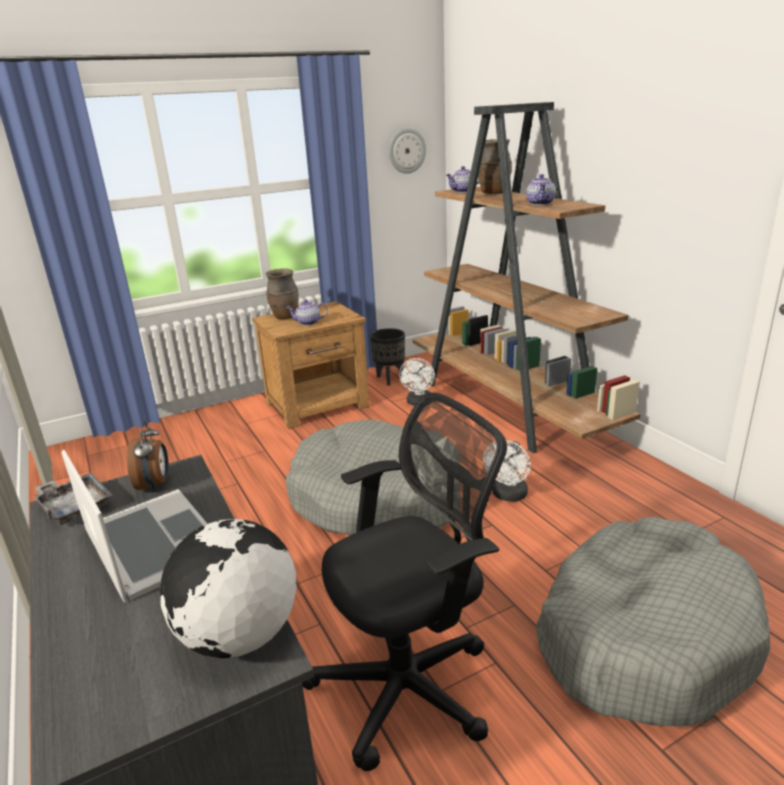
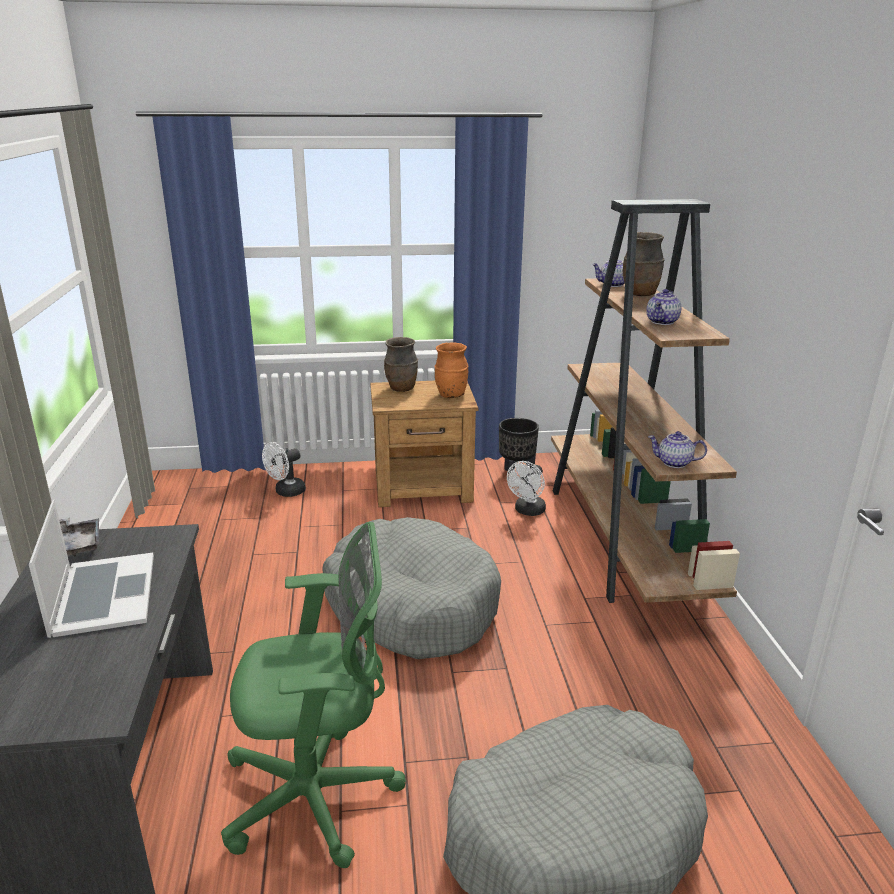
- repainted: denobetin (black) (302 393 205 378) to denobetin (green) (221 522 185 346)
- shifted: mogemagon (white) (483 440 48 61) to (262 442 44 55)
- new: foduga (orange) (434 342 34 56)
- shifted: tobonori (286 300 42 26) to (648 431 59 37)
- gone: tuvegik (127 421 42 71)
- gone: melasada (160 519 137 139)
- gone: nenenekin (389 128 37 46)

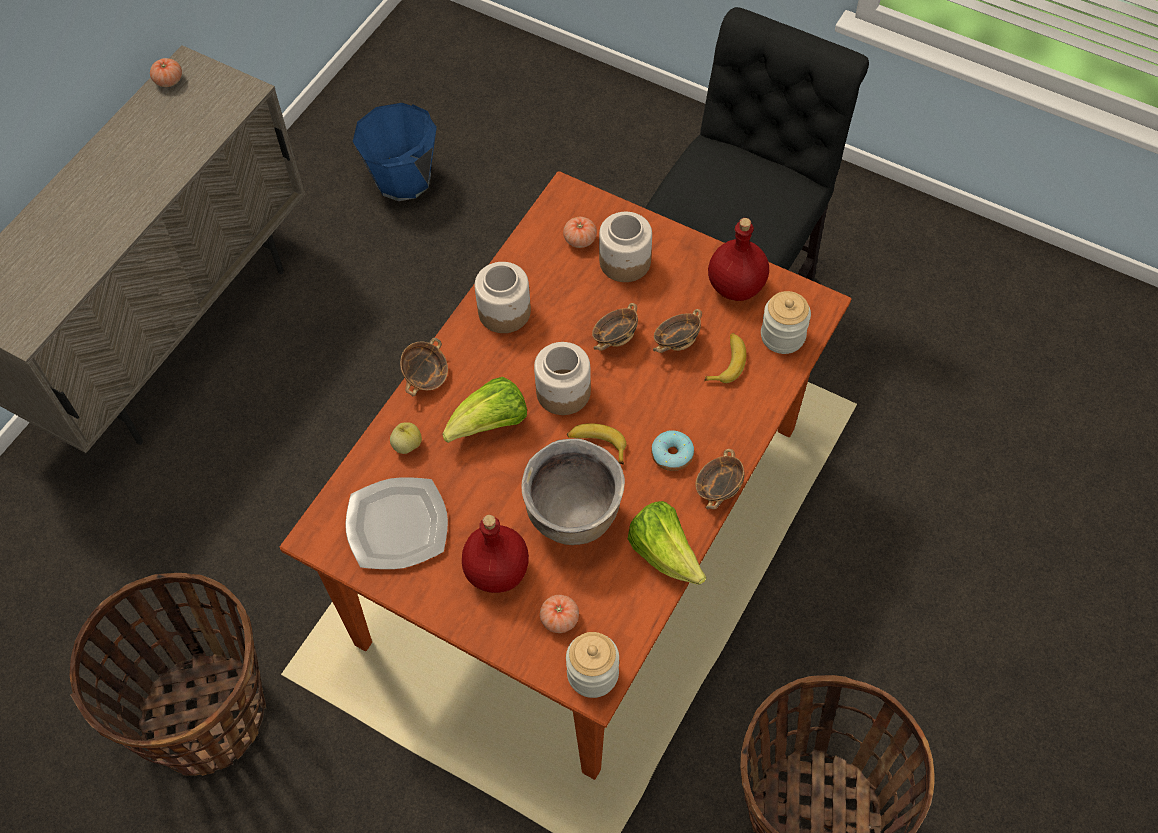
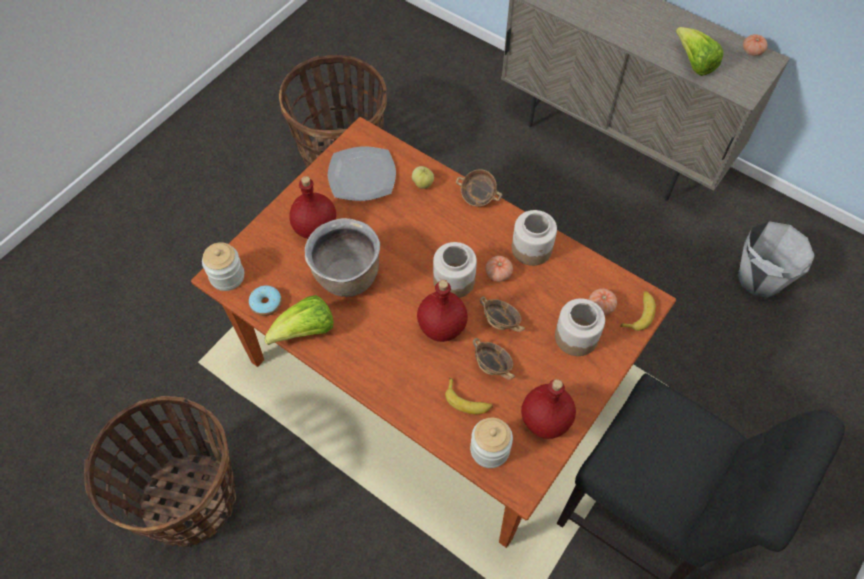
- shifted: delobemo (651 430 43 41) to (249 285 33 31)
- new: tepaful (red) (417 280 51 62)
- shifted: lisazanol (540 595 39 38) to (485 256 28 26)
- shifted: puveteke (567 423 60 41) to (620 291 36 40)
- shifted: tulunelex (443 377 84 66) to (676 27 48 49)
- repainted: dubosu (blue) (353 103 84 98) to dubosu (grey) (738 221 77 77)
- gone: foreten (696 449 48 60)

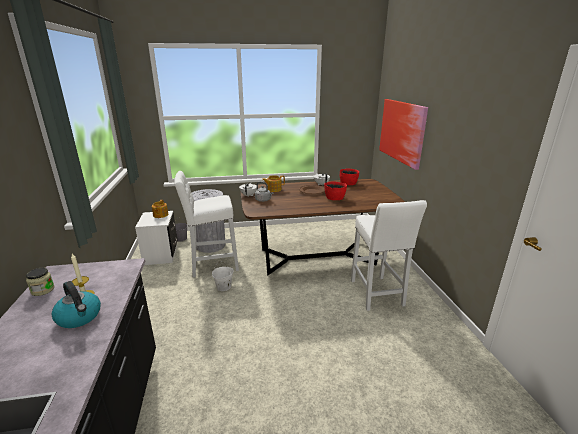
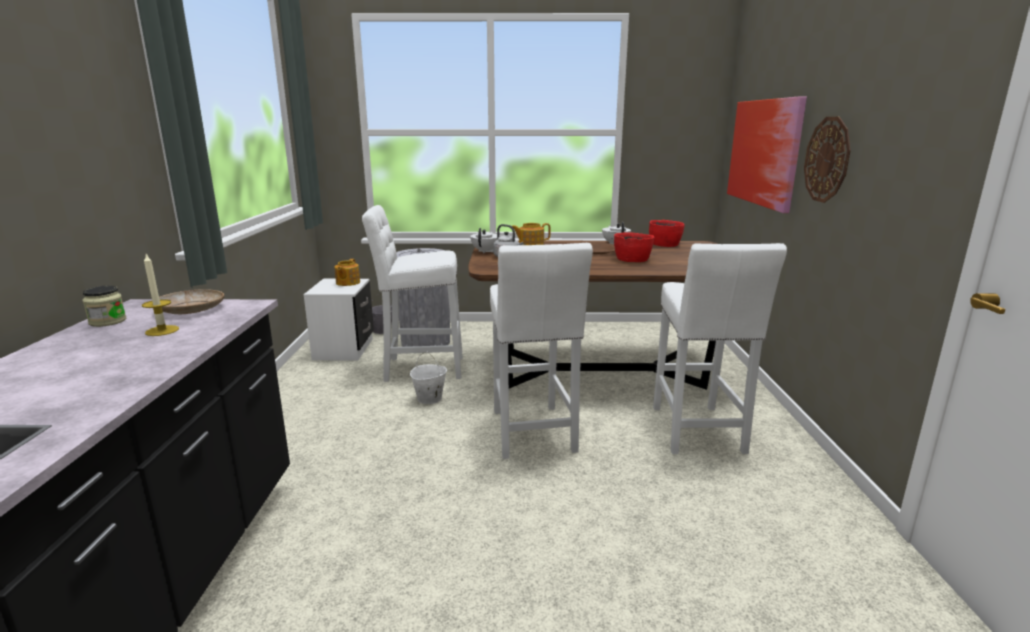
- new: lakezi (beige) (159 289 65 25)
- new: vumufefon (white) (490 243 103 216)
- new: nenenekin (804 117 47 86)
- gone: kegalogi (52 281 49 47)

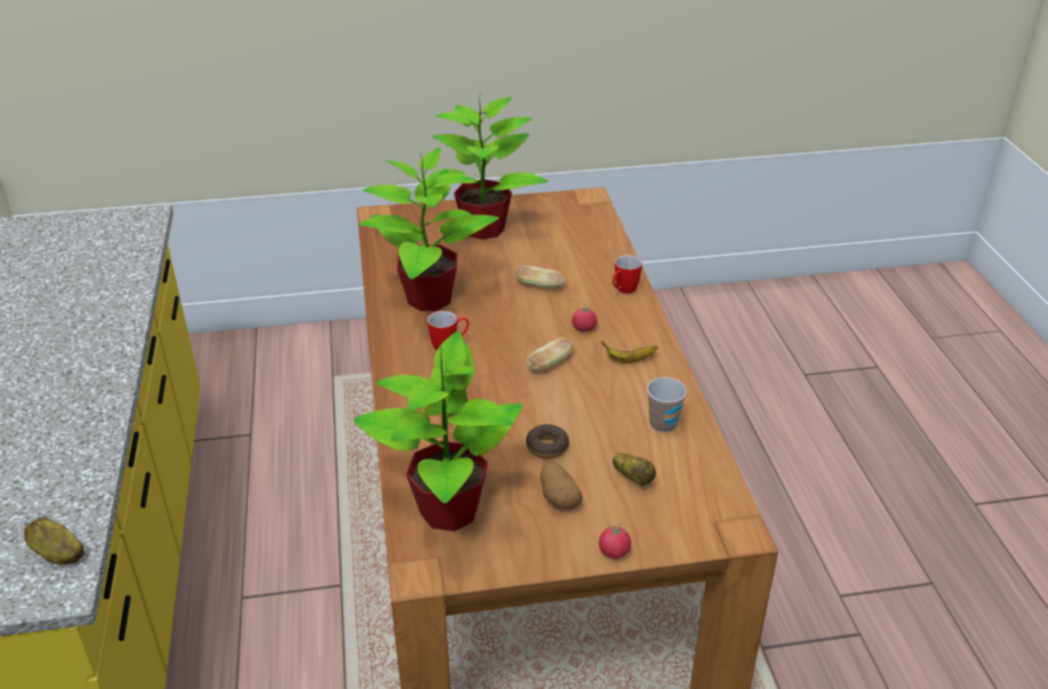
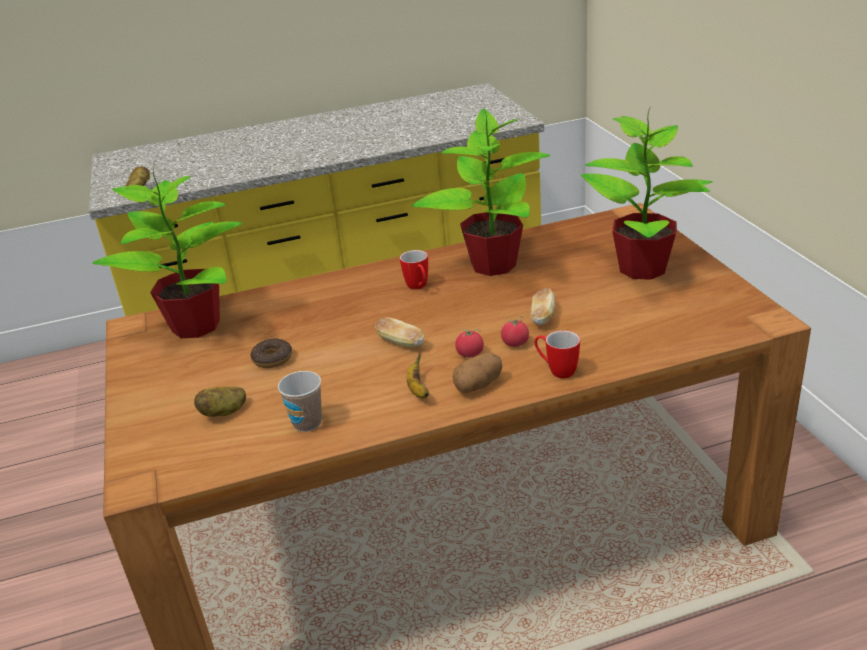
- shifted: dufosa (540 462 42 47) to (453 353 49 40)
- shifted: lisazanol (599 523 32 36) to (501 316 28 31)

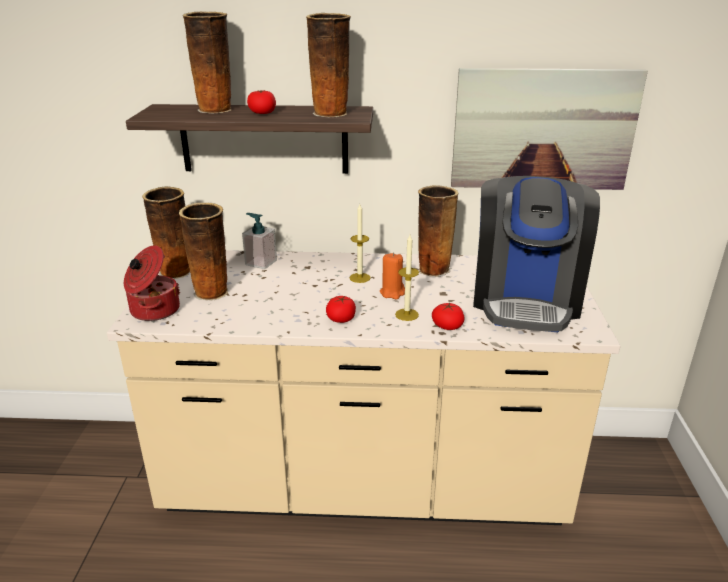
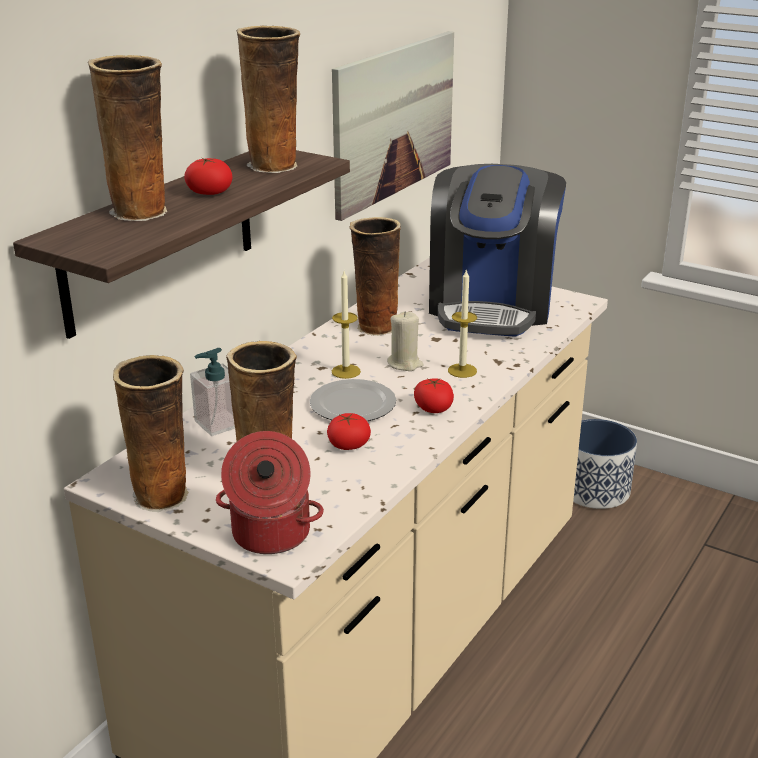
- new: lakezi (310 379 86 42)
- shifted: lisazanol (432 302 33 28) to (327 413 44 37)
- repainted: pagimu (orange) (380 252 25 47) to pagimu (beige) (387 311 37 60)
- rotated: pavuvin (473 176 127 156) = (429 164 137 173) 60 degrees clockwise
- new: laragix (573 419 64 90)

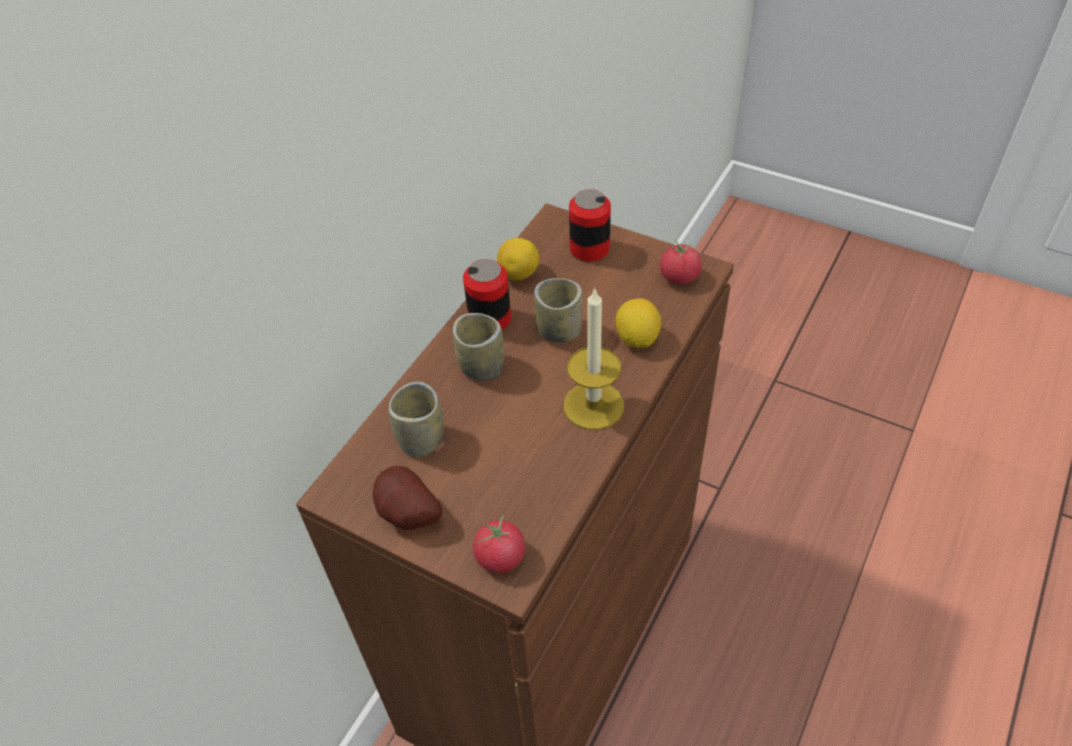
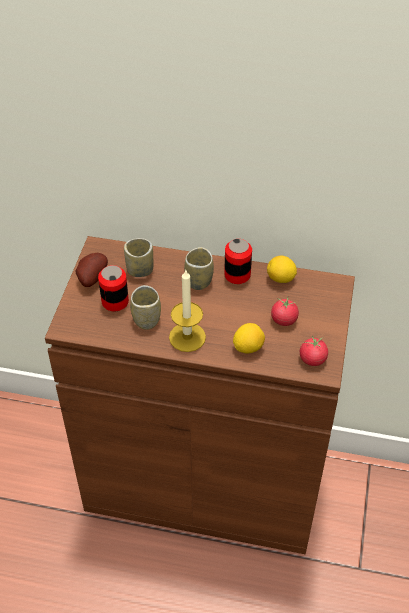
- shifted: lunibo (569 189 42 73) to (98 265 31 47)
- shifted: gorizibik (534 278 49 65) to (130 285 31 45)
- shifted: lisazanol (473 516 52 57) to (271 296 28 30)

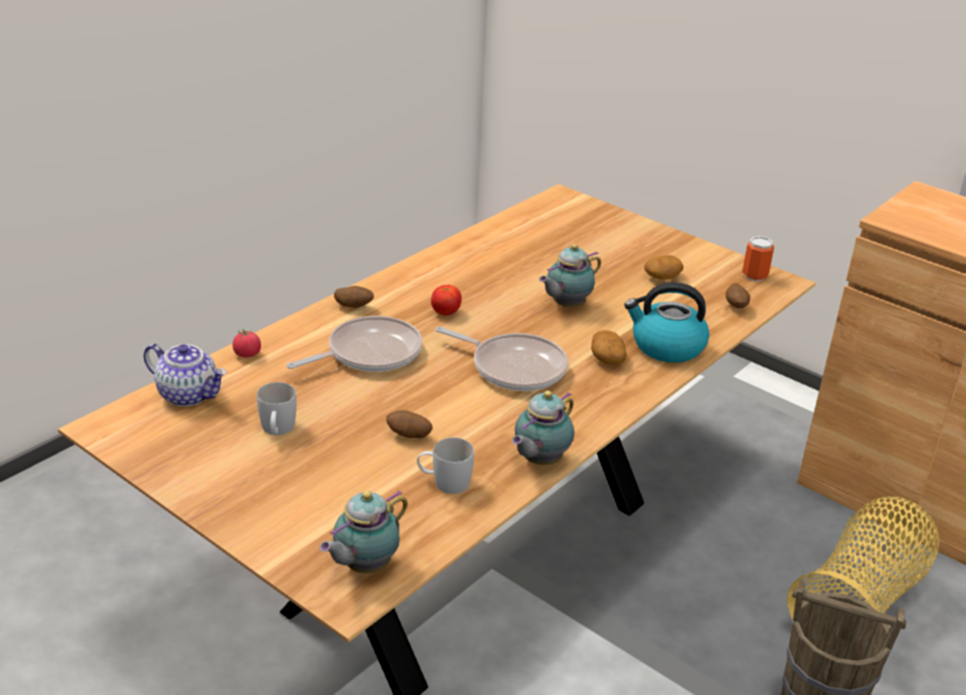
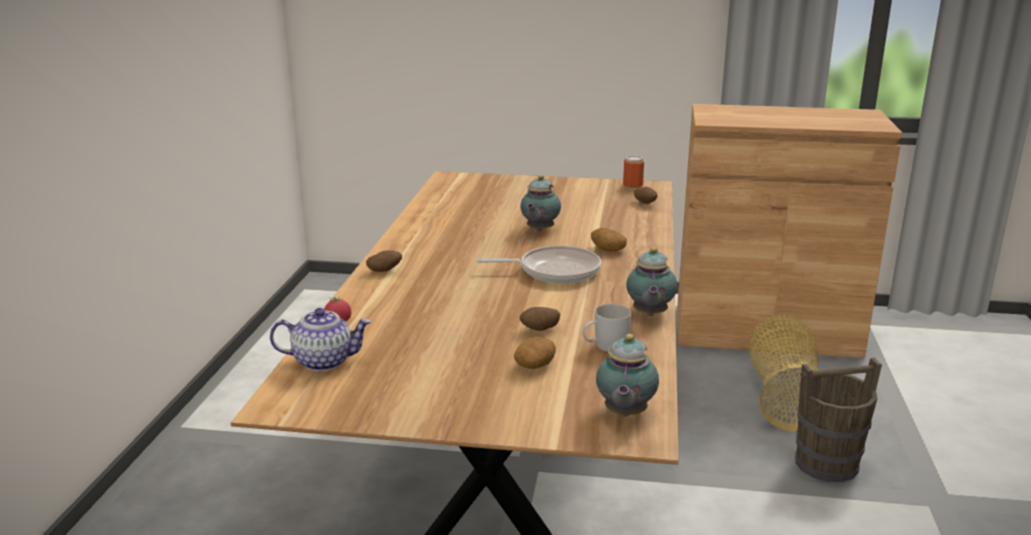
- shifted: dufosa (644 255 39 25) to (514 337 42 32)
- gone: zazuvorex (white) (257 382 40 53)
- gone: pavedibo (286 316 136 56)
- gone: lisazanol (431 285 31 31)
- gone: kegalogi (624 282 85 81)

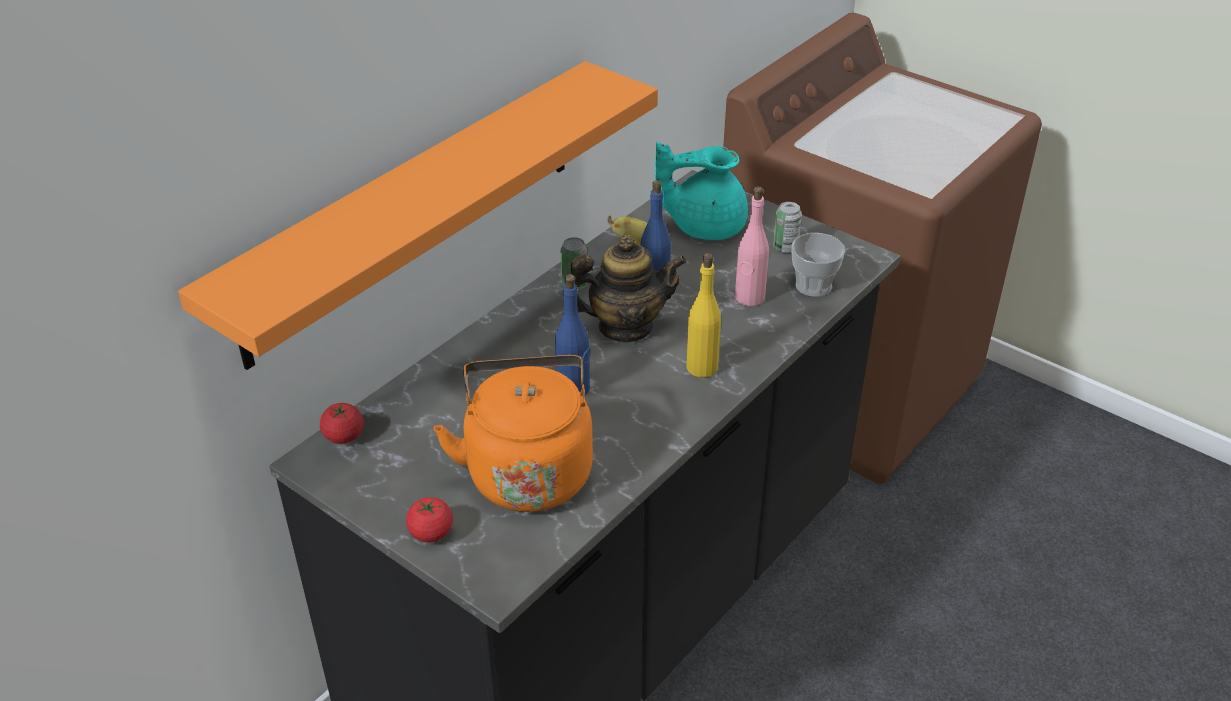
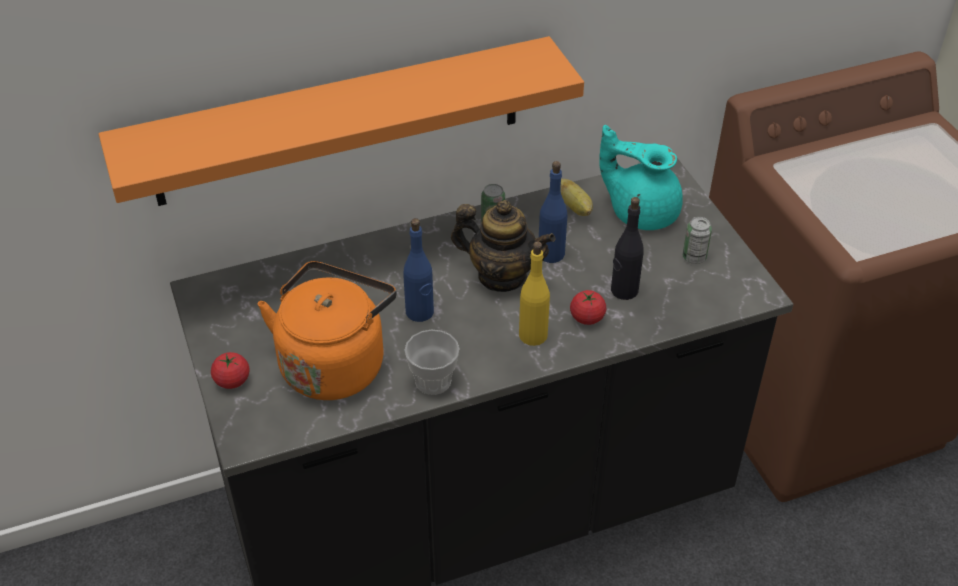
- shifted: gorizibik (791 233 54 64) to (404 330 56 65)
- shifted: lisazanol (320 403 44 41) to (570 290 36 35)
- repainted: tepaful (pink) (735 186 34 120) to tepaful (black) (611 197 32 103)

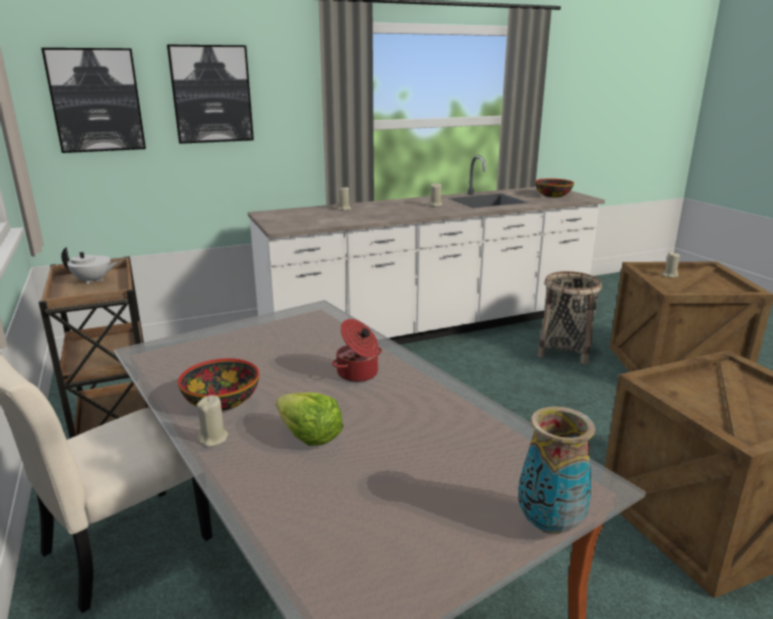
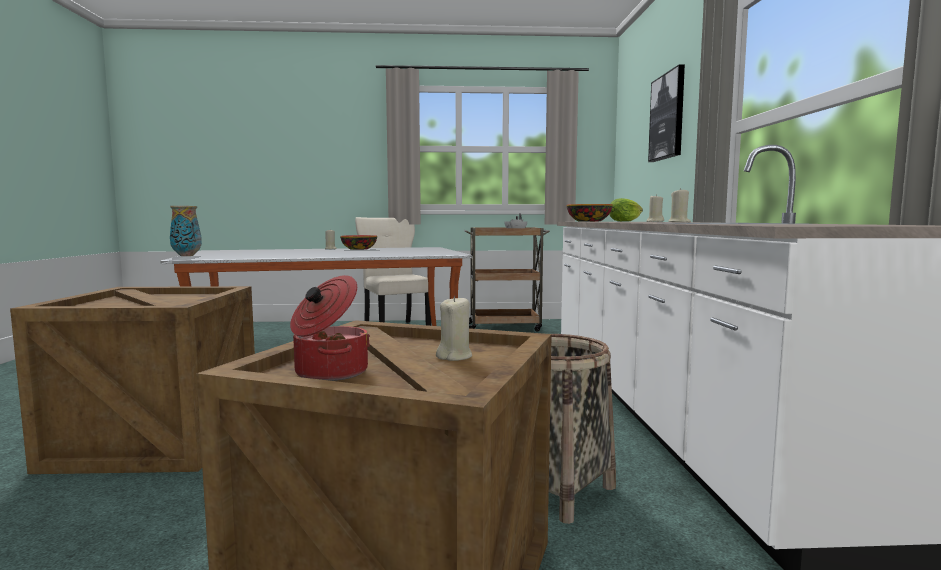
- shifted: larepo (332 319 50 63) to (290 275 80 106)
- shifted: foreten (535 178 39 19) to (567 204 46 18)
- shifted: tulunelex (276 392 67 54) to (609 198 34 23)
- gone: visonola (41 48 105 105)

